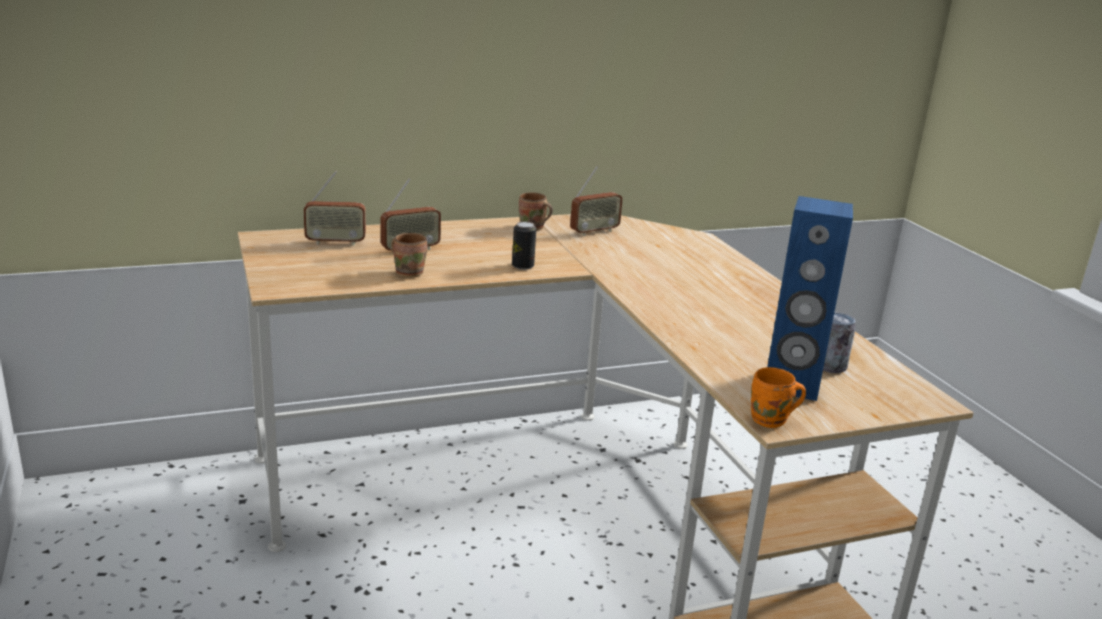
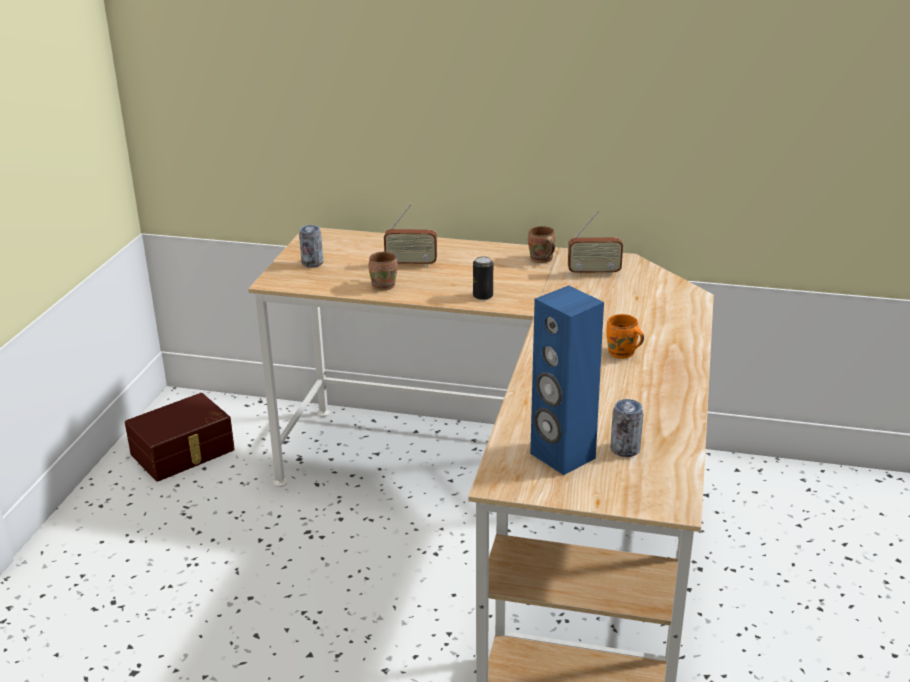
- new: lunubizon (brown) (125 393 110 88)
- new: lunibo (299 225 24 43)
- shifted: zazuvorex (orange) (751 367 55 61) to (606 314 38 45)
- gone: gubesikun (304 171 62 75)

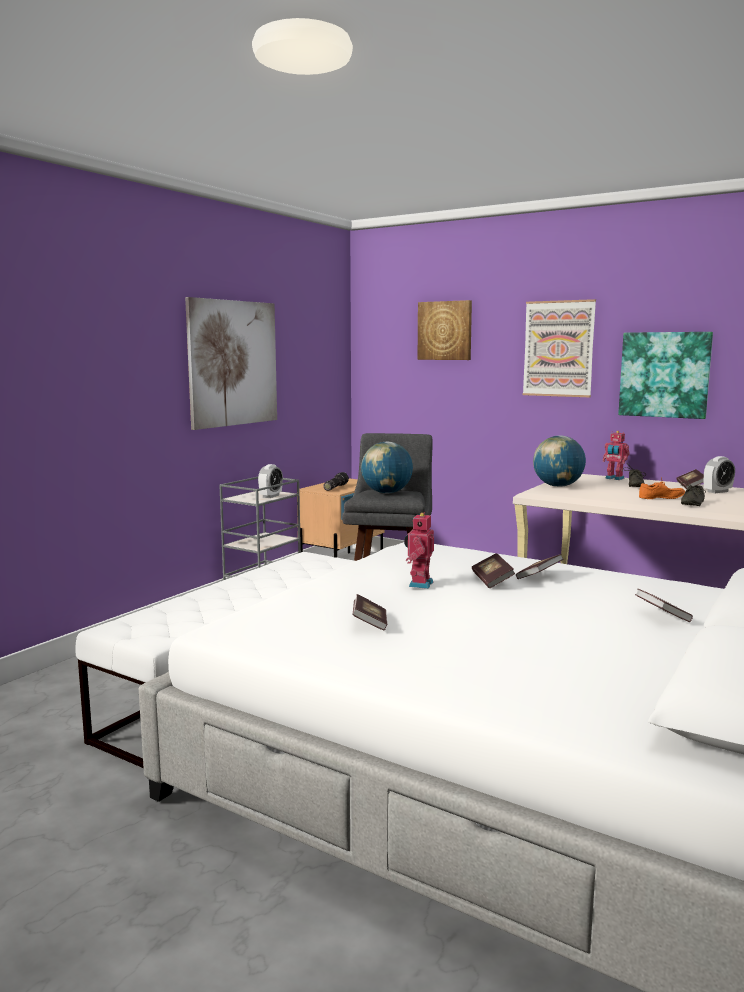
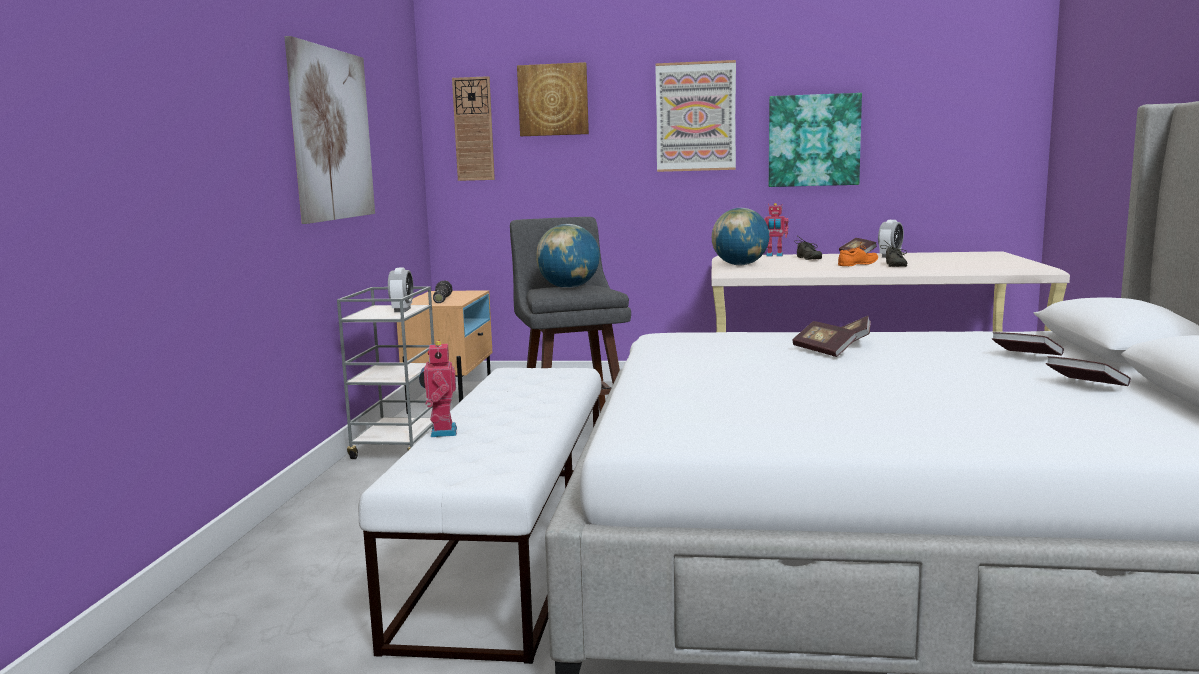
- shifted: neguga (404 512 30 77) to (419 340 38 97)
- new: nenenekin (452 76 43 105)
- shifted: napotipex (353 594 34 36) to (1046 356 85 30)

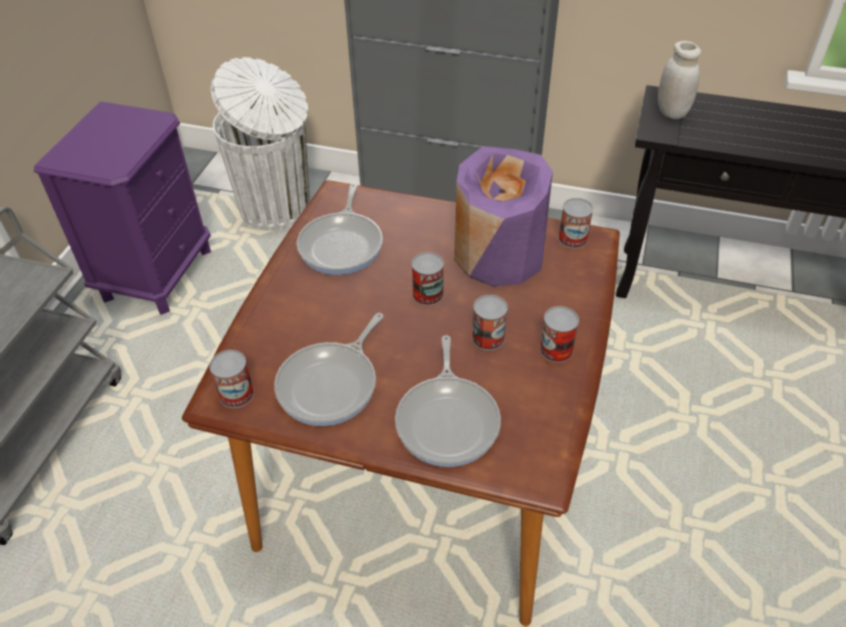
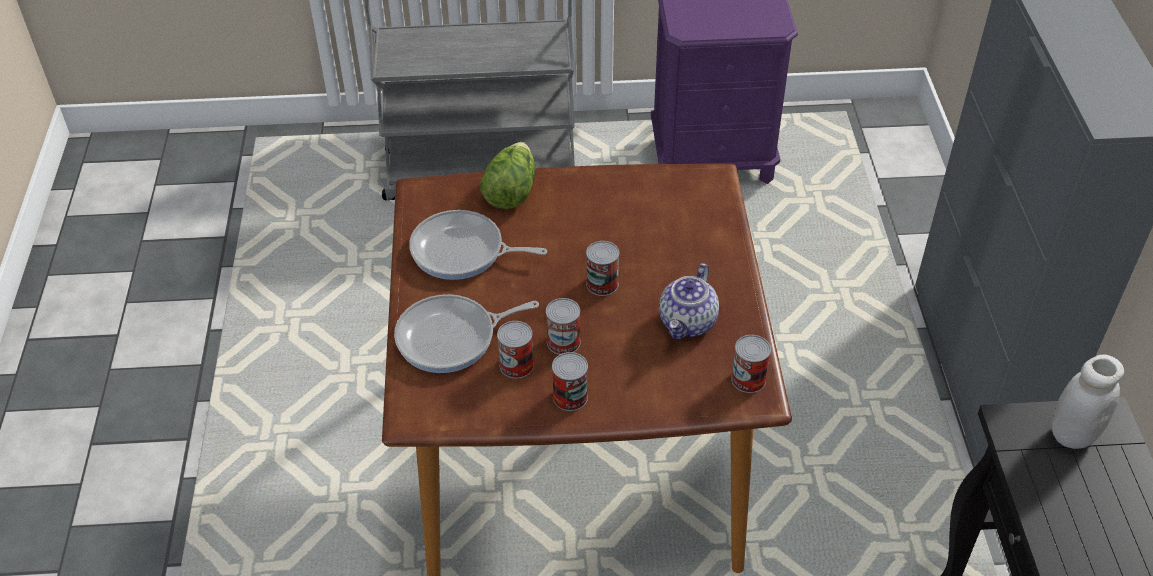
- new: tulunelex (480 142 56 67)
- shifted: lunibo (209 350 45 58) to (497 321 37 58)
- swapped: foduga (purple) (454 146 99 141) to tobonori (659 263 60 76)
- gone: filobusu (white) (211 57 99 174)
- gone: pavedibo (297 184 86 91)

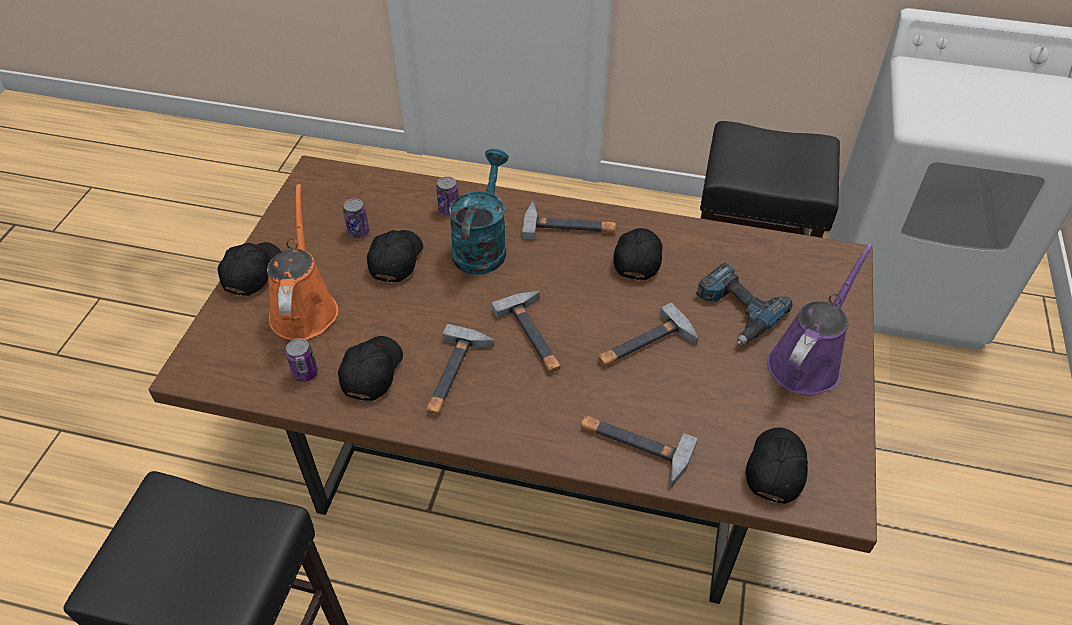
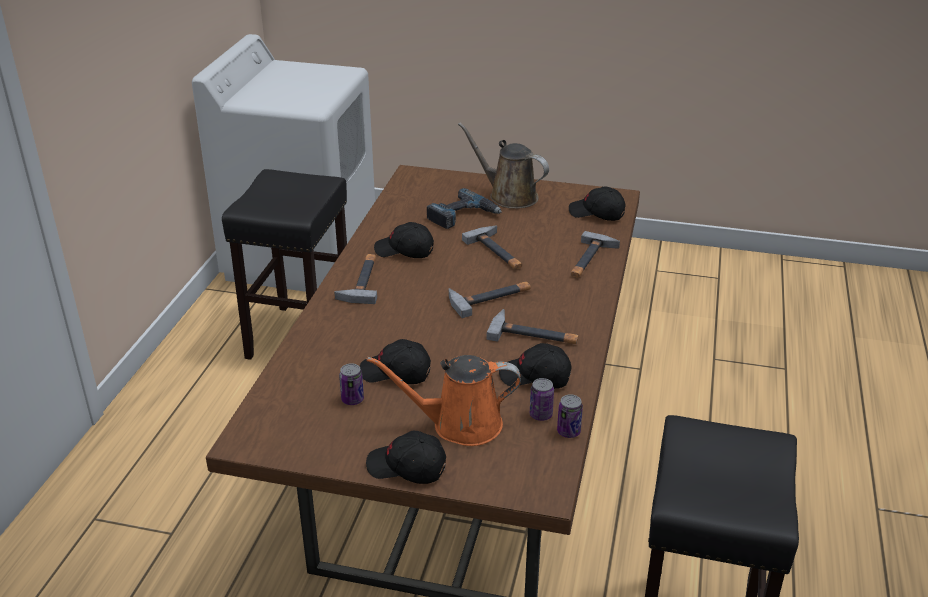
- repainted: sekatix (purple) (767 244 106 151) to sekatix (brown) (458 123 91 86)
- shifted: lunibo (436 177 23 38) to (557 394 26 44)
- gone: sekatix (turquoise) (449 149 60 126)

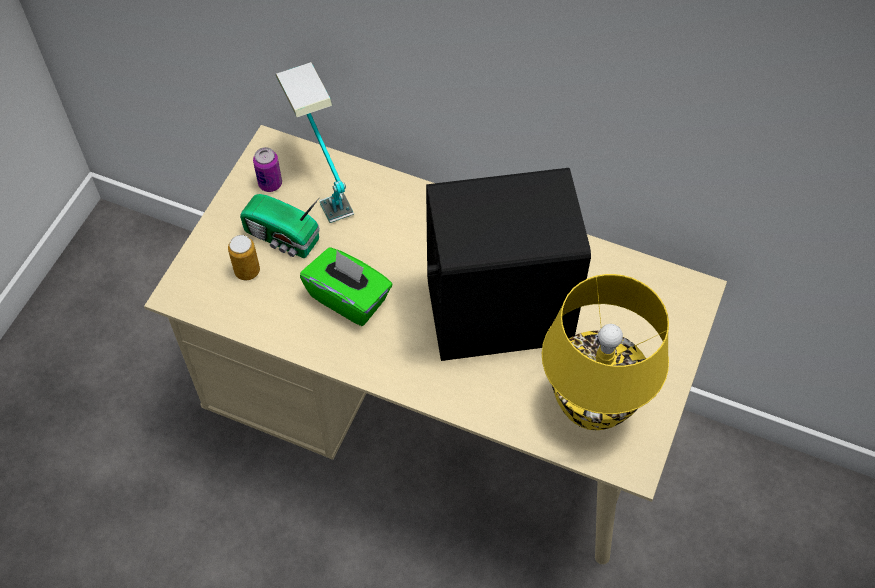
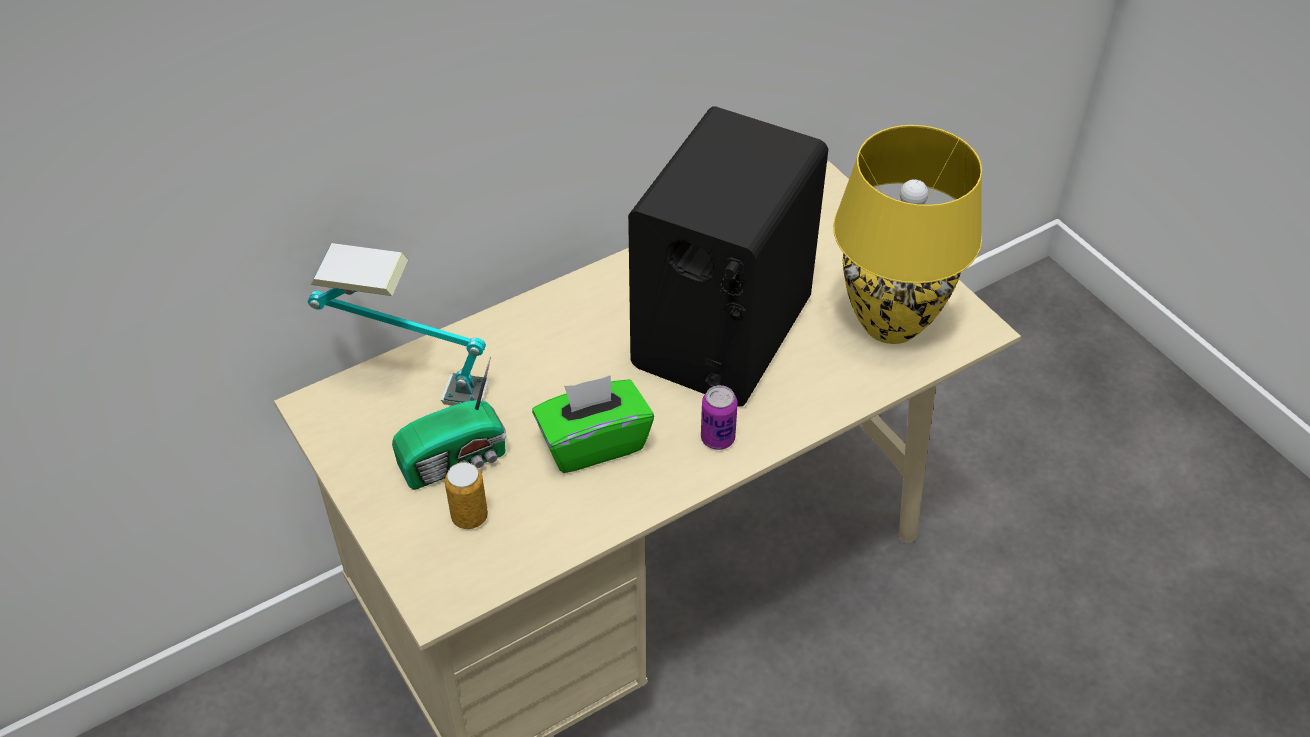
- shifted: lunibo (253 147 29 45) to (701 385 37 65)

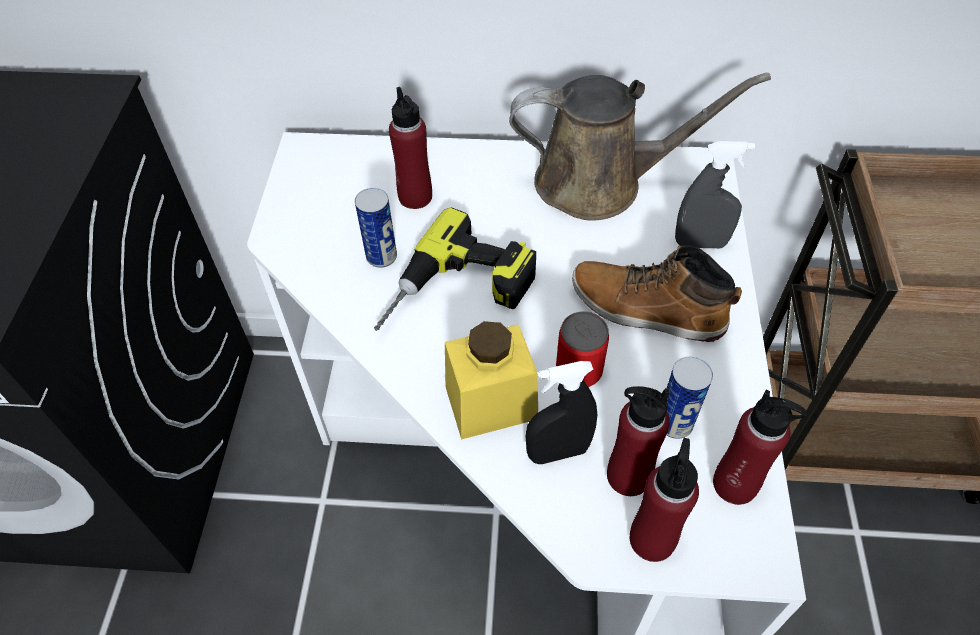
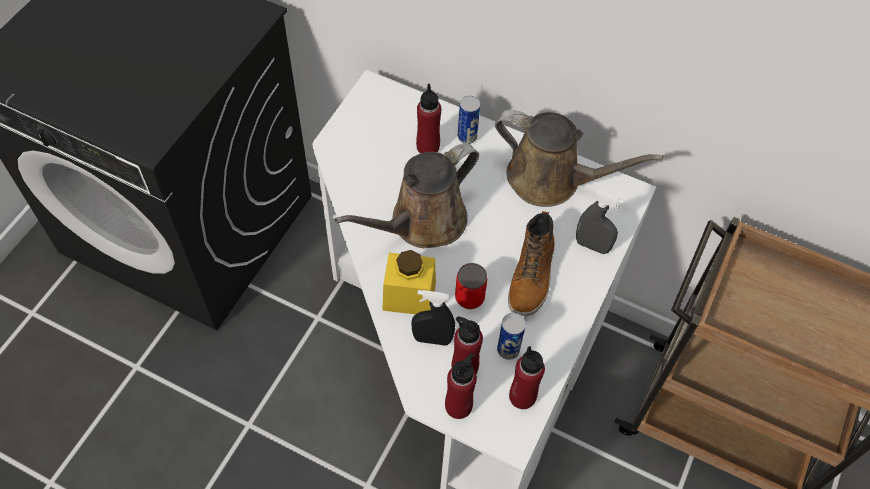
- swapped: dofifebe (374 208 162 123) to sekatix (brown) (335 143 144 105)
- shifted: lunibo (355 188 42 80) to (458 96 22 48)
- rotated: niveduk (572 246 170 96) = (508 211 47 105) 120 degrees counterclockwise

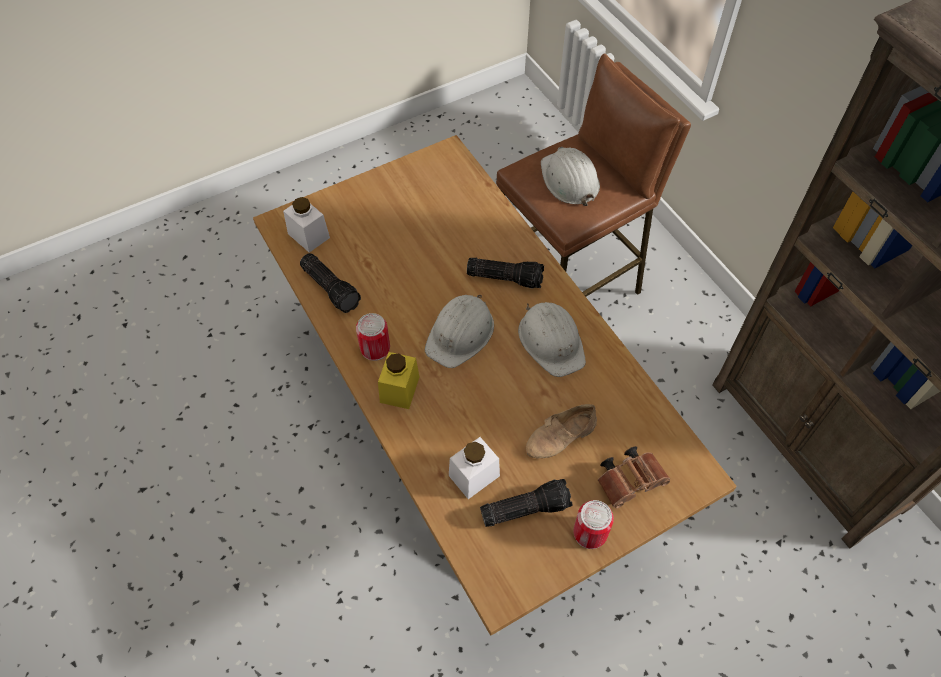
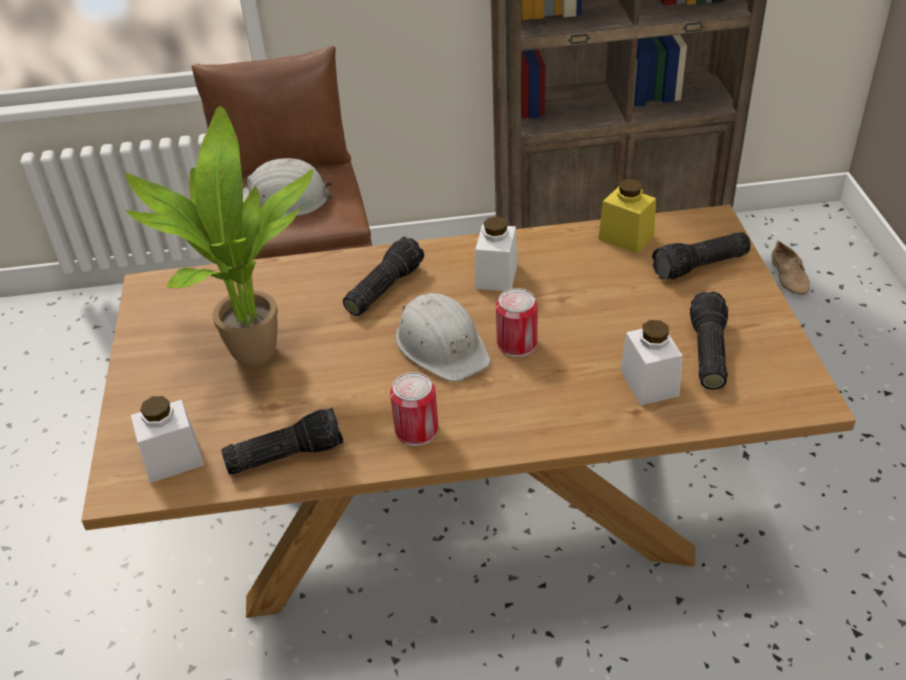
- new: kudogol (126 106 187 261)
- swapped: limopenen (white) (518 302 68 75) to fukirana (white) (475 216 43 75)
- shifted: lunibo (573 500 41 49) to (496 288 42 69)
- shifted: fukirana (yellow) (378 352 41 57) to (598 179 58 75)
- swapped: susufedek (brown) (598 446 72 63) to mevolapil (652 232 99 48)
- shifted: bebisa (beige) (526 404 71 54) to (771 240 39 55)

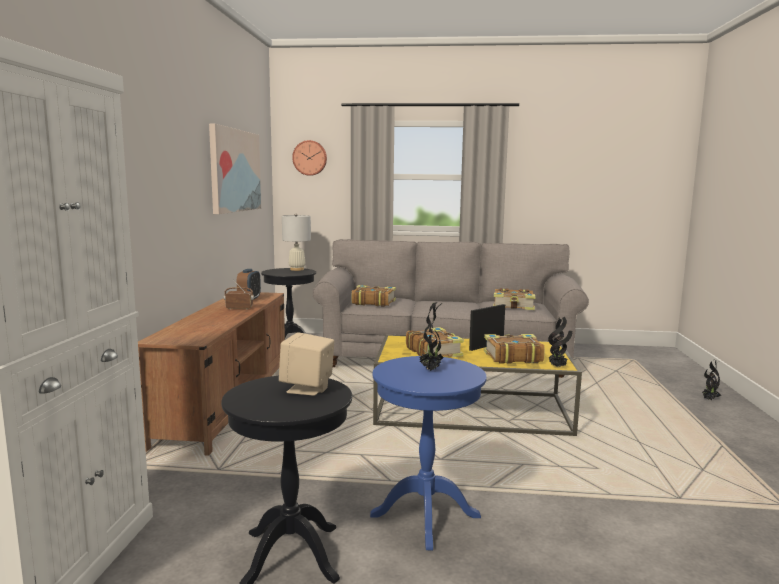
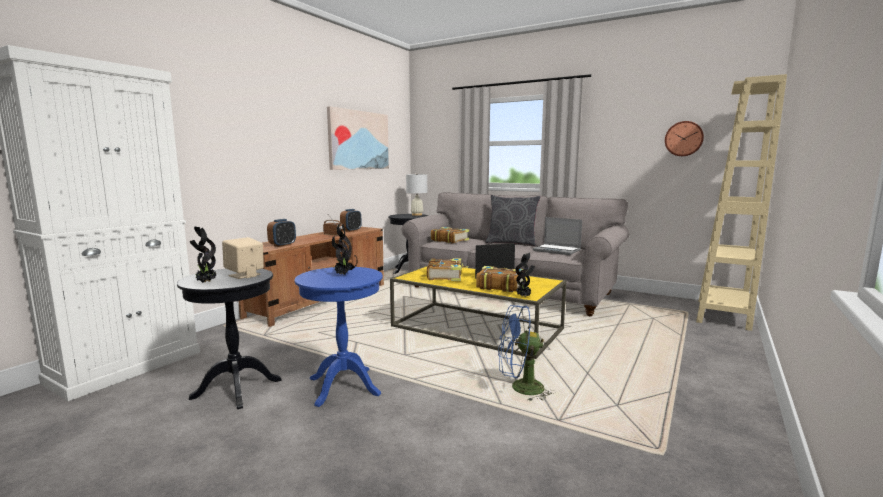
- shifted: kudogol (702 359 19 41) to (190 227 26 56)
- new: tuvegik (267 219 29 28)
- new: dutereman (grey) (485 195 56 51)
- new: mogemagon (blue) (498 305 57 96)
- swapped: napotipex (493 288 43 22) to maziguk (533 217 49 38)
- shifted: nenenekin (292 140 35 36) to (665 121 39 35)
- new: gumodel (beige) (696 74 91 257)

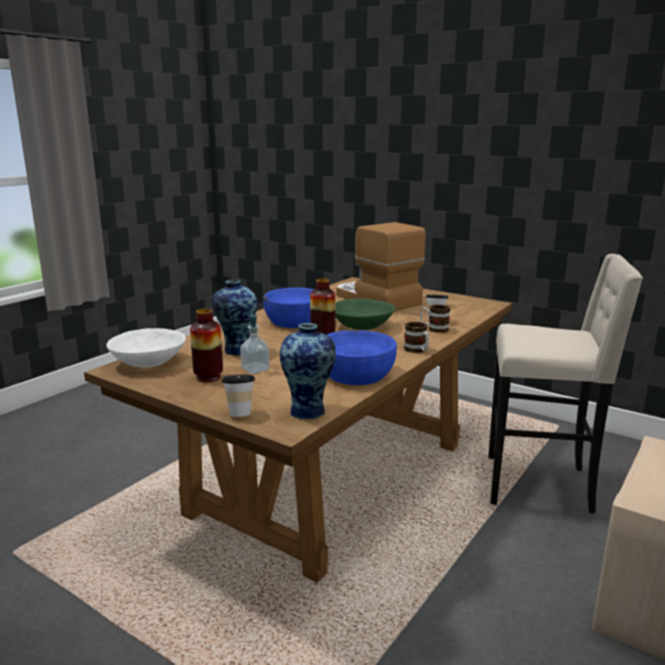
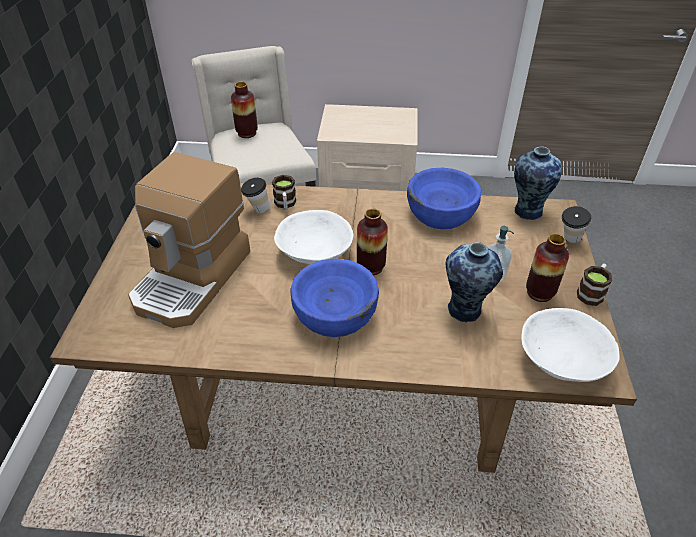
- new: foduga (231 82 27 56)
- repainted: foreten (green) (335 299 60 31) to foreten (white) (274 210 80 54)
- shifted: zazuvorex (404 322 25 31) to (577 263 35 43)

